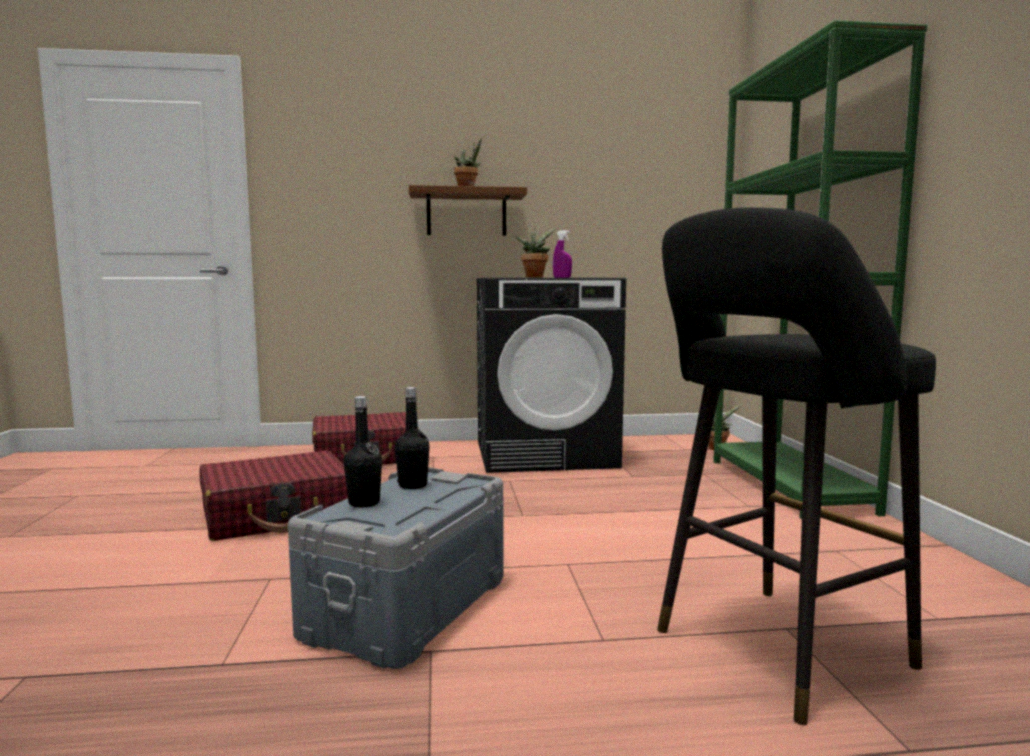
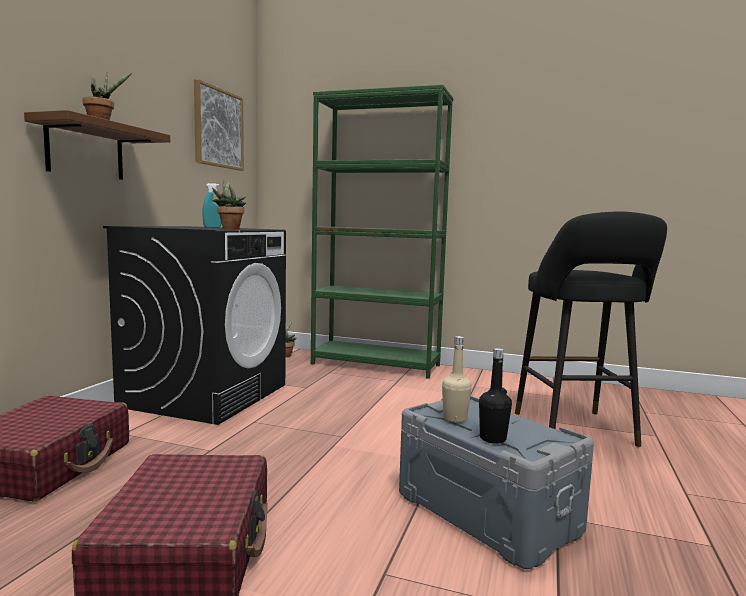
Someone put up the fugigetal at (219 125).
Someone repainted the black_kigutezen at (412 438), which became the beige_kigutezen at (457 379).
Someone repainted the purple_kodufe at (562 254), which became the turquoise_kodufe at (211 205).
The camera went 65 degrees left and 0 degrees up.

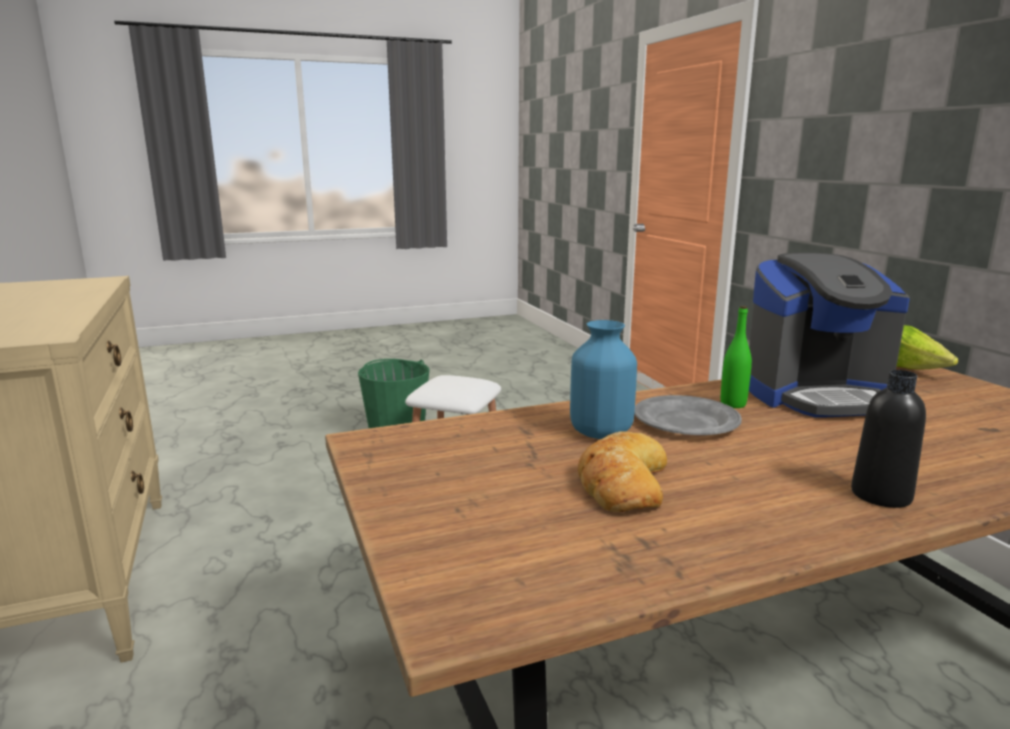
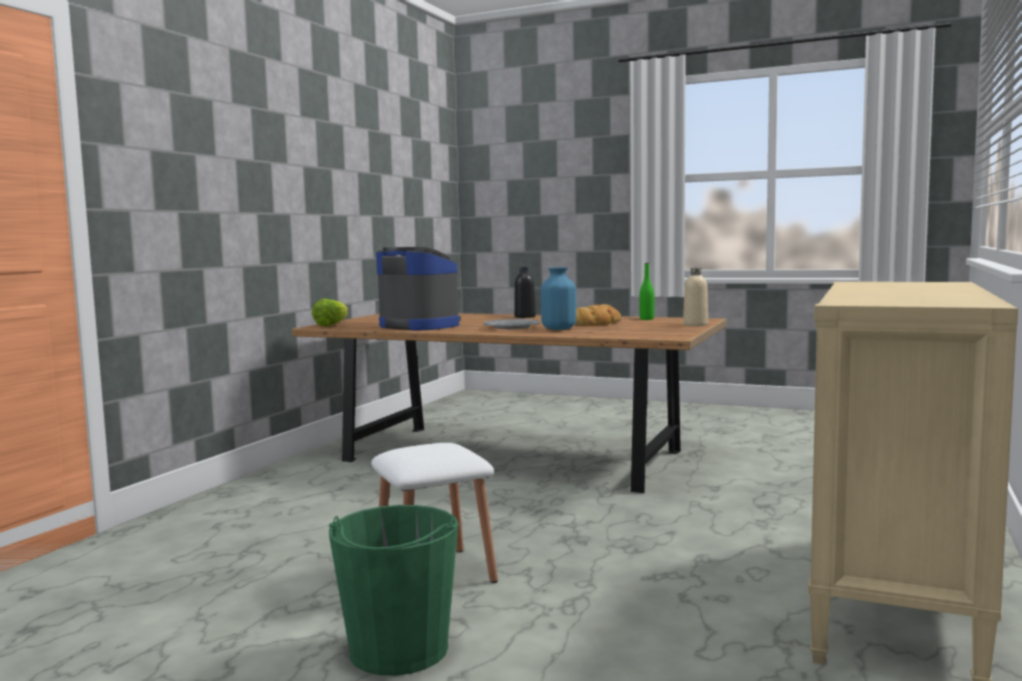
Someone put down the beige_kigutezen at (695 297).
Someone carried the green_kigutezen from (736 357) to (646 291).
The camera went 135 degrees left and 10 degrees down.

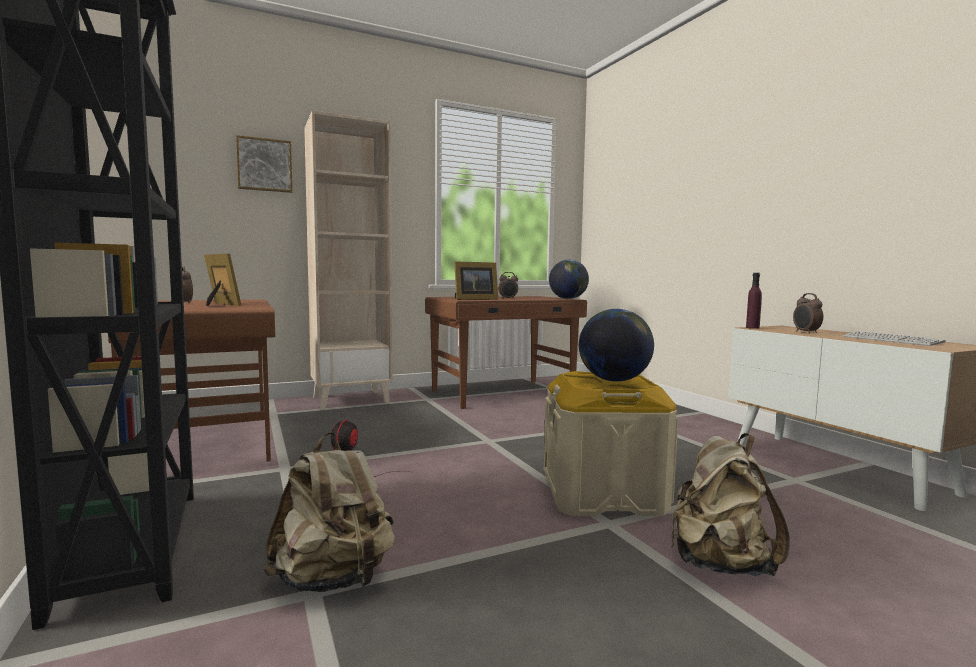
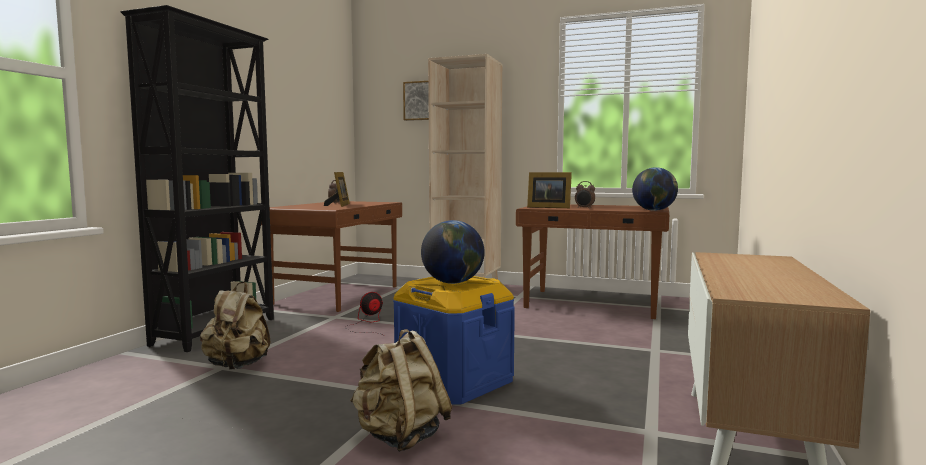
Someone took away the purple_kigutezen at (754 301).
Someone took away the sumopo at (808 313).
Someone took away the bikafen at (894 338).
Someone repainted the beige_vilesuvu at (611 443), which became the blue_vilesuvu at (454 340).
The camera went 45 degrees right and 0 degrees up.

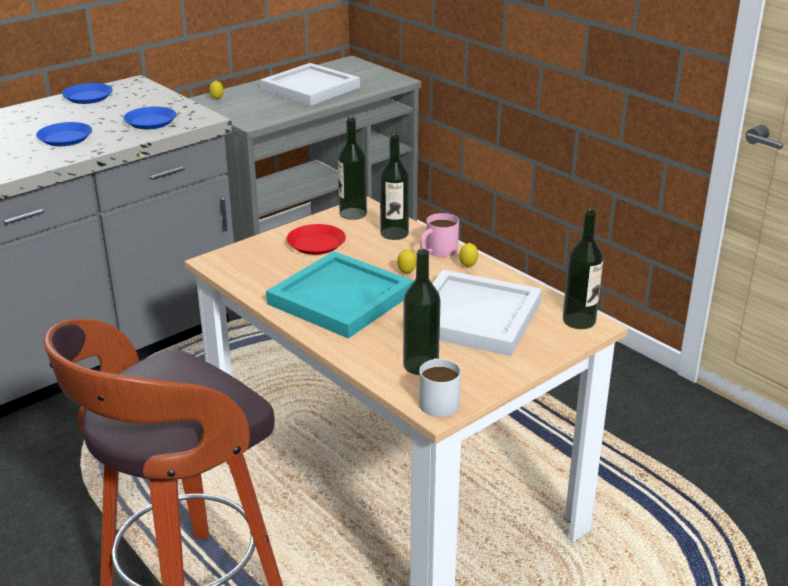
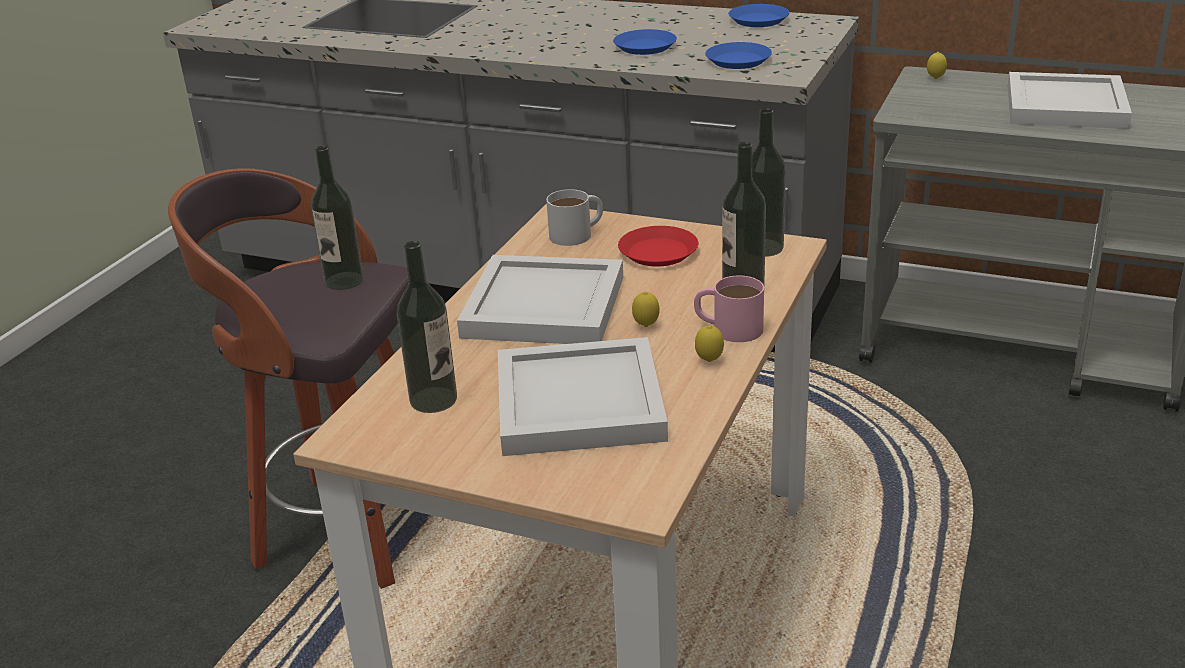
Someone carried the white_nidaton from (440 387) to (574 217).
Someone carried the kigutezen from (583 269) to (337 218).
Someone repainted the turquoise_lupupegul at (340 294), which became the white_lupupegul at (540 299).
The camera went 65 degrees right and 0 degrees up.

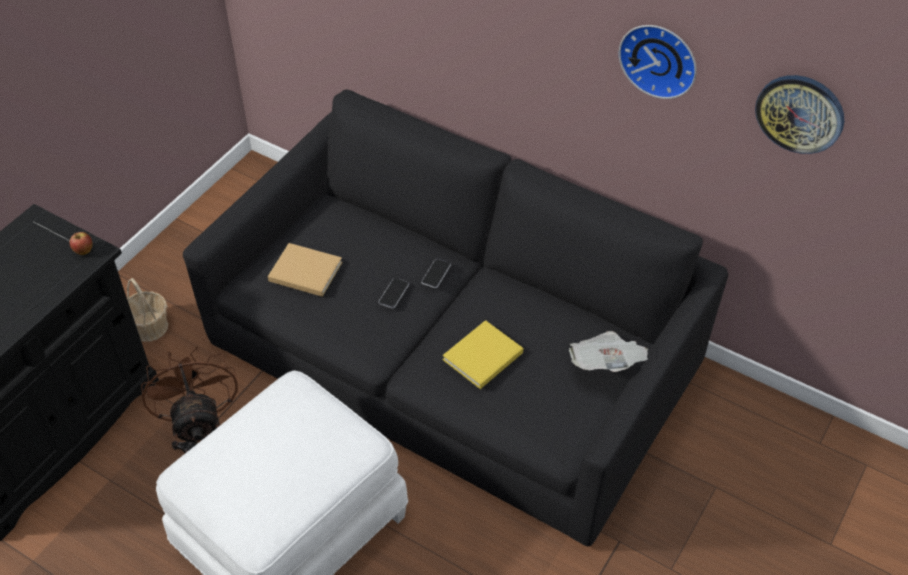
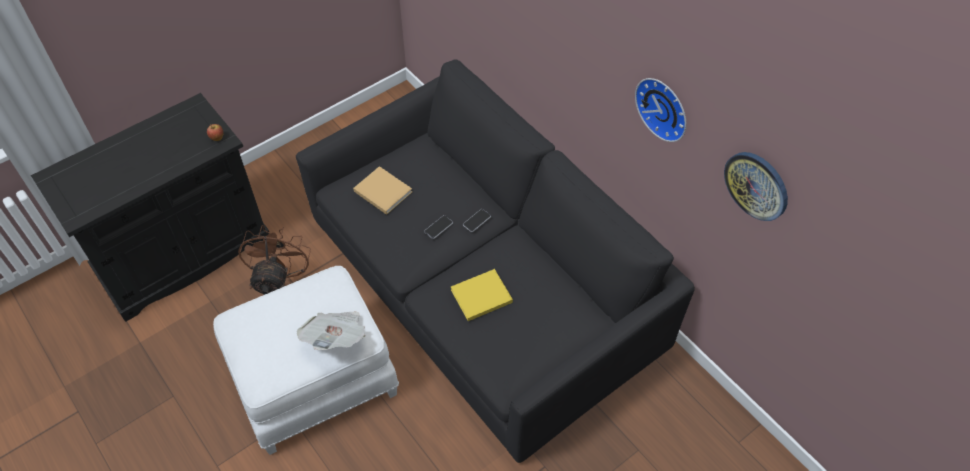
Someone took away the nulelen at (147 309).
Someone carried the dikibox from (608 351) to (331 330).
The camera went 20 degrees right and 5 degrees up.

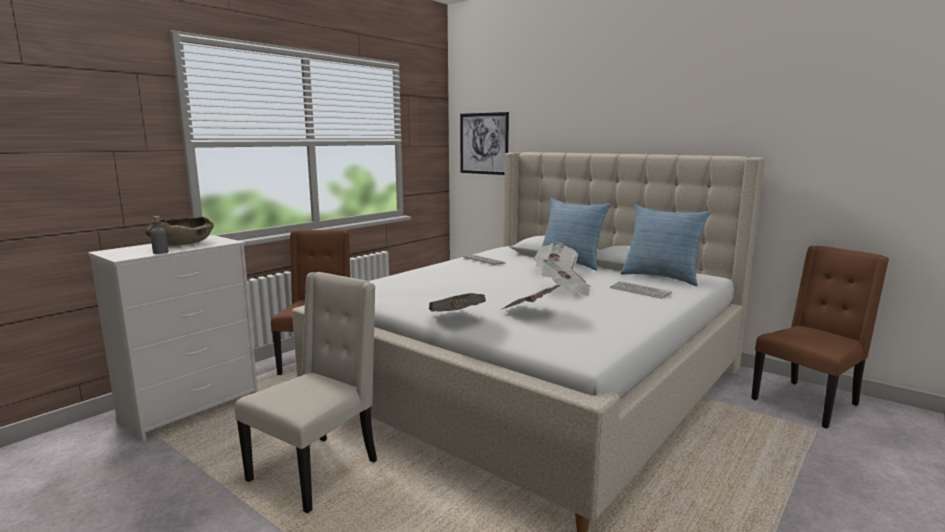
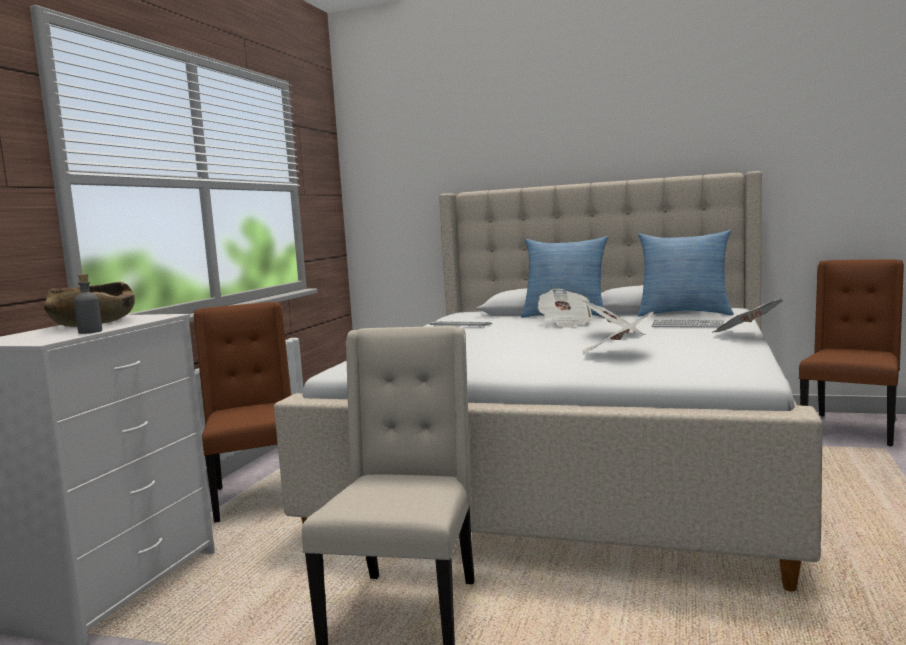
Someone took away the fugigetal at (484 143).
Someone carried the dikibox from (457 302) to (747 315).
The camera went 20 degrees left and 5 degrees down.

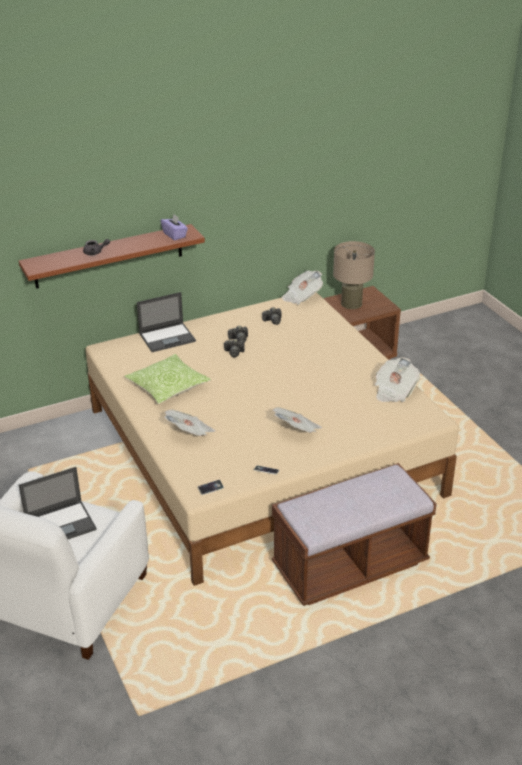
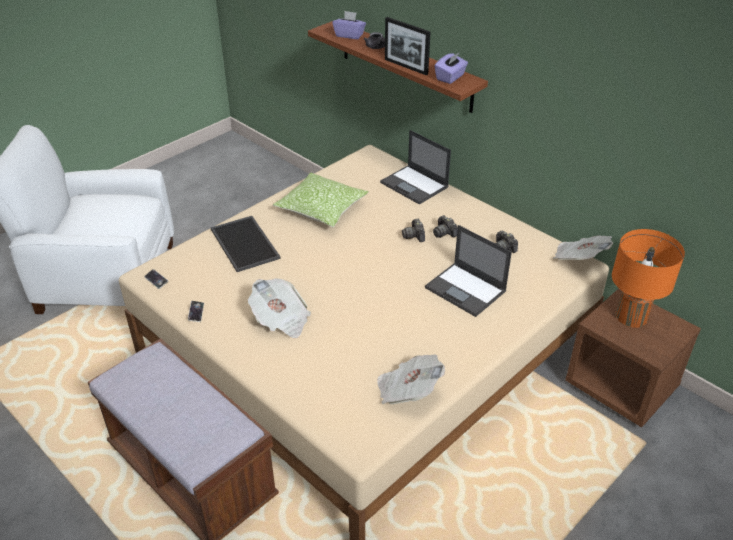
Someone put down the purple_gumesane at (349 25).
Someone put down the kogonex at (408 46).
Someone carried the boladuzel from (58 503) to (468 271).
Someone swapped the dikibox at (189 422) for the lupupegul at (246 244).
Someone repainted the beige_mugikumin at (354 275), which became the orange_mugikumin at (648 278).
The camera went 70 degrees right and 5 degrees up.

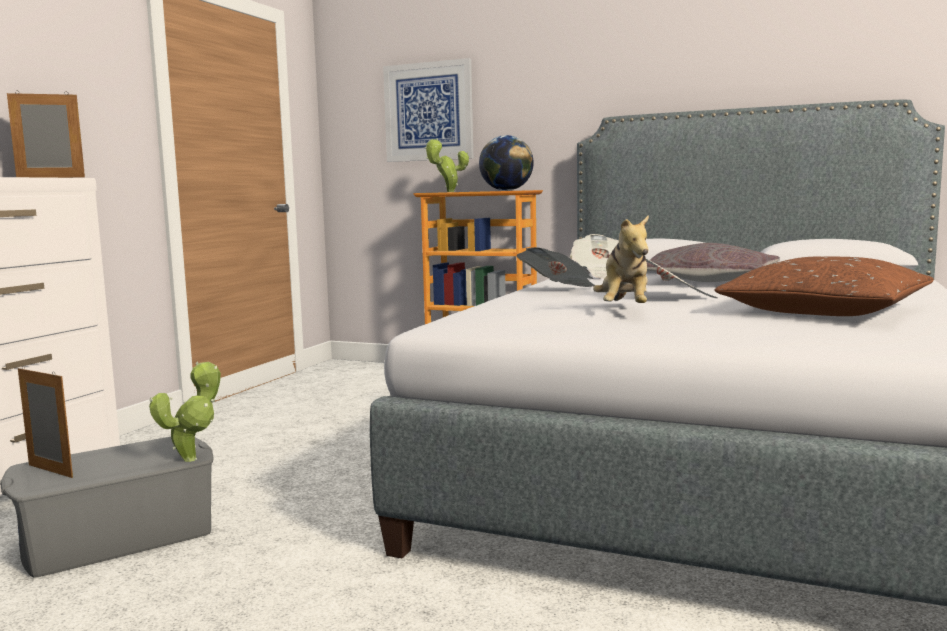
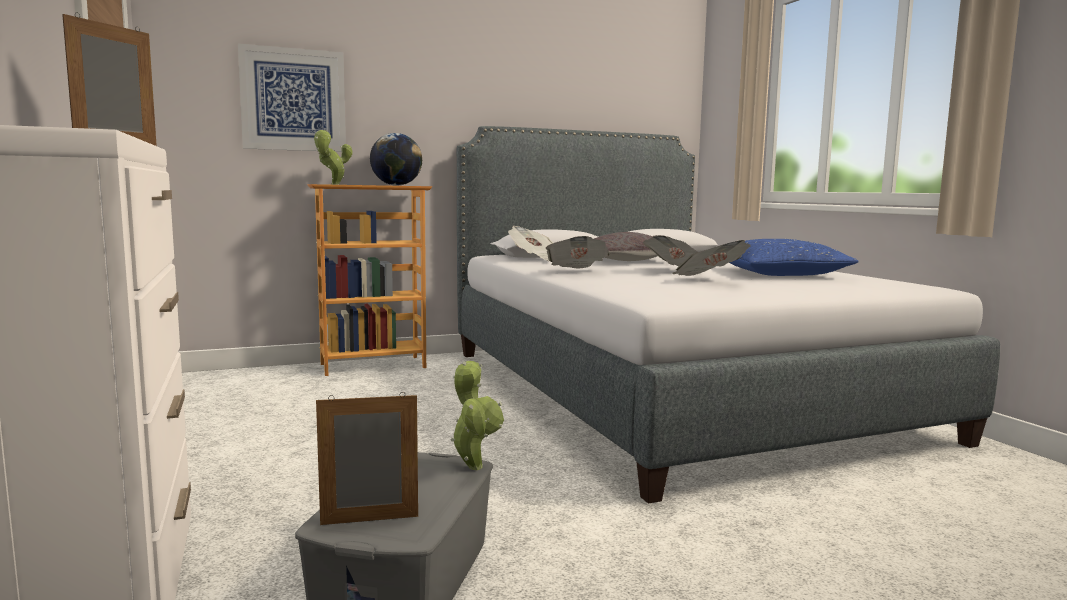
Someone swapped the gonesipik at (621 259) for the dikibox at (711 258).
Someone repainted the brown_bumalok at (824 286), which became the blue_bumalok at (794 257).
The camera went 45 degrees left and 0 degrees up.

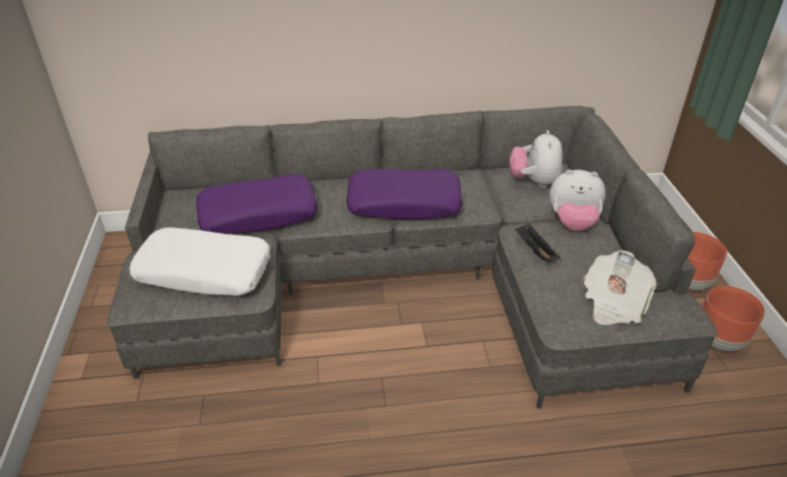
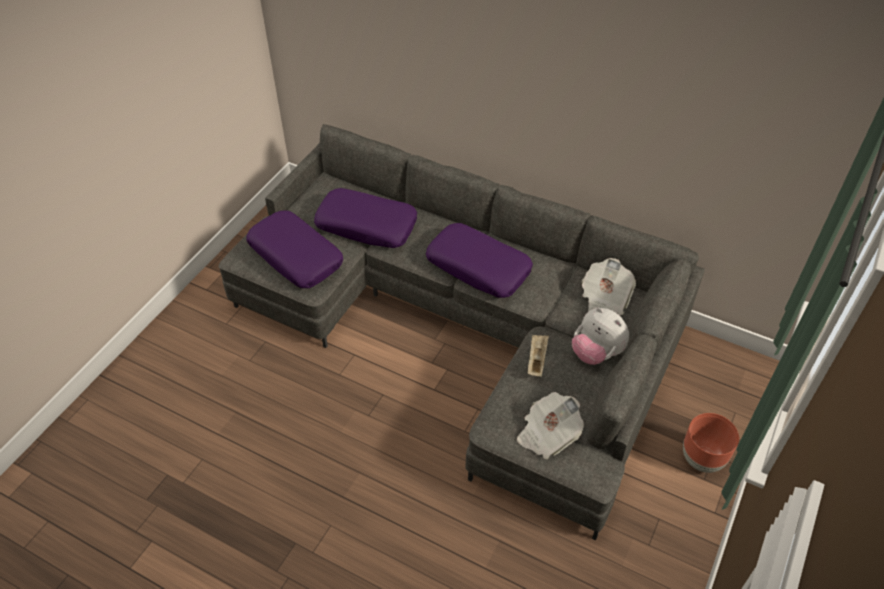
Someone took away the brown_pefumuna at (733 319).
Someone swapped the gonesipik at (536 159) for the dikibox at (608 286).
Someone repainted the white_bumalok at (200 261), which became the purple_bumalok at (294 249).
Someone repainted the black_lupupegul at (537 242), which became the beige_lupupegul at (538 356).
The camera went 35 degrees right and 10 degrees up.

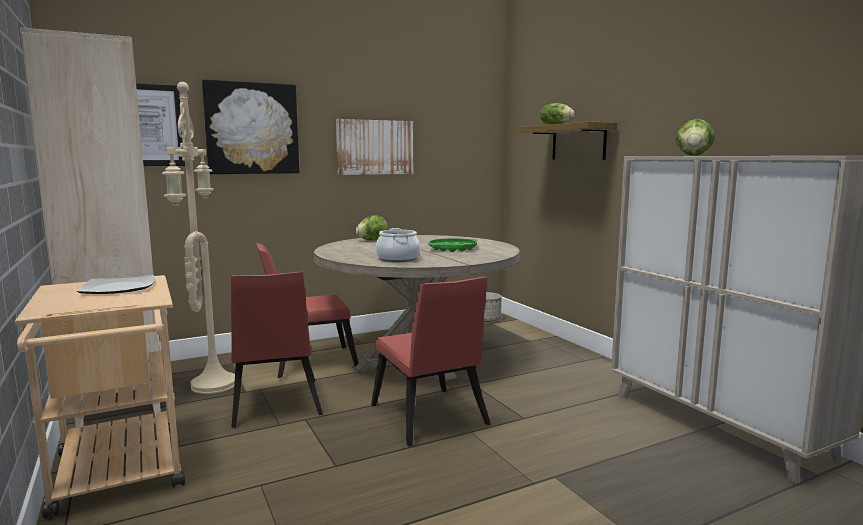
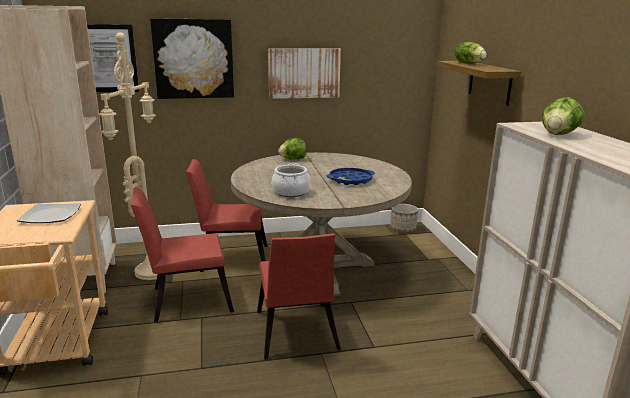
Someone repainted the green_lupupegul at (452 245), which became the blue_lupupegul at (351 176).
Someone rotated the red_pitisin at (277 350) by 75 degrees clockwise.
The camera went 15 degrees right and 10 degrees up.

